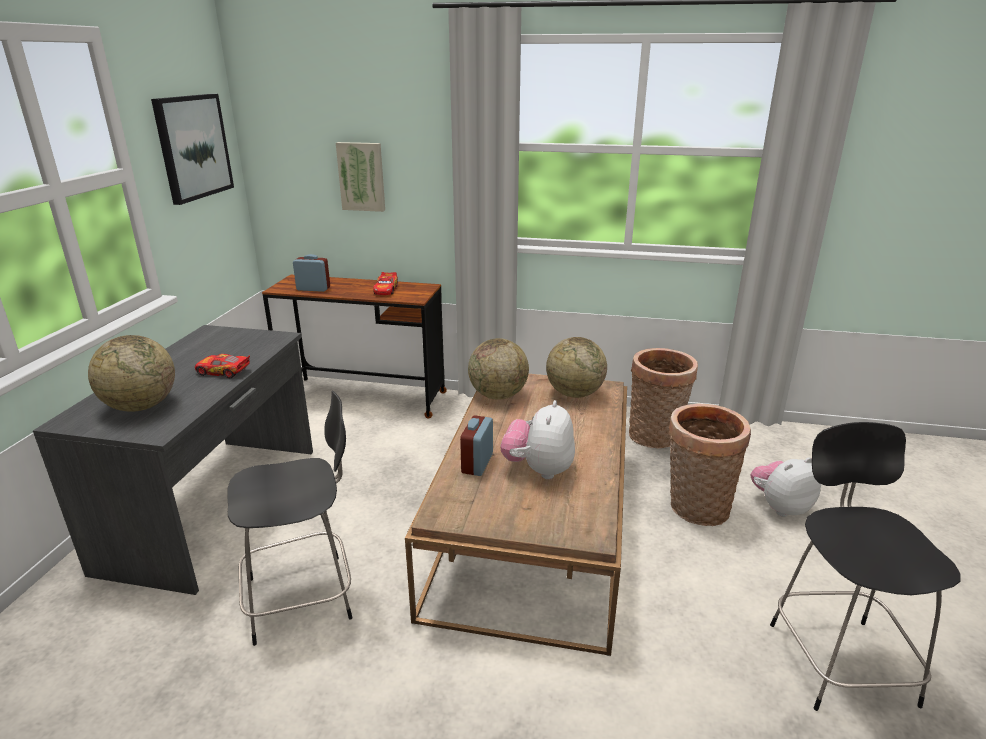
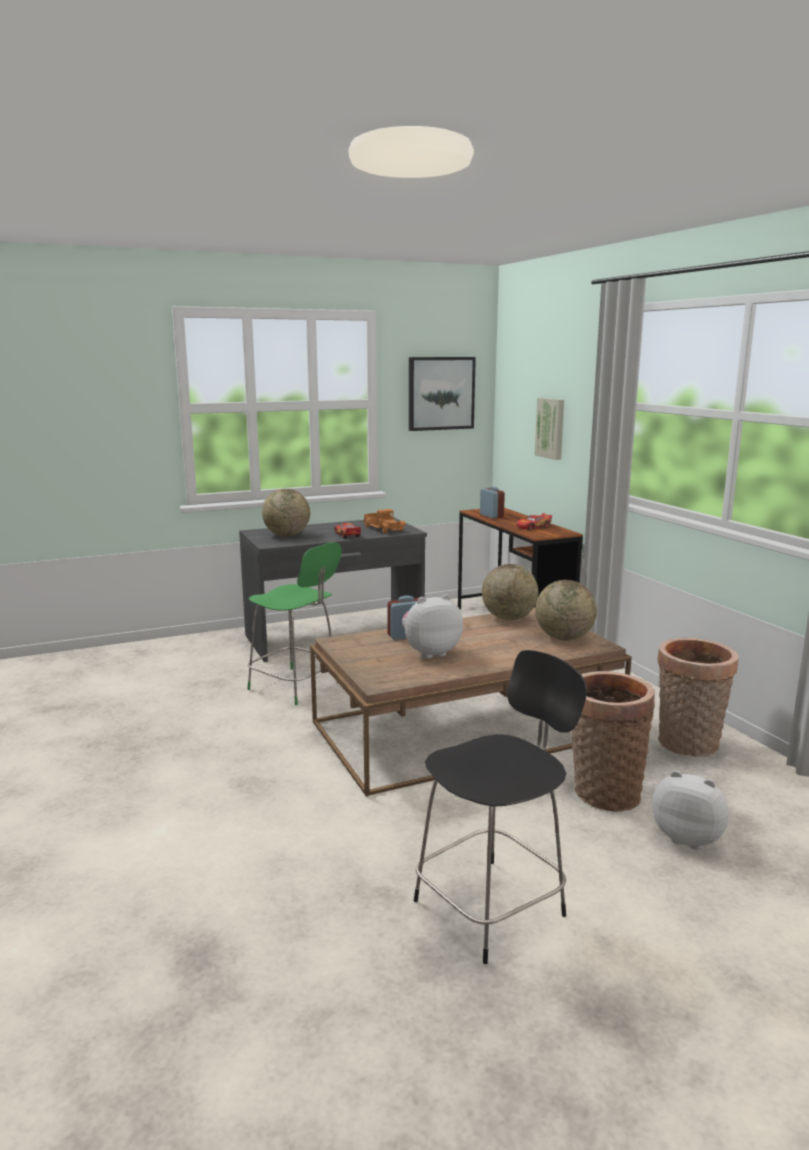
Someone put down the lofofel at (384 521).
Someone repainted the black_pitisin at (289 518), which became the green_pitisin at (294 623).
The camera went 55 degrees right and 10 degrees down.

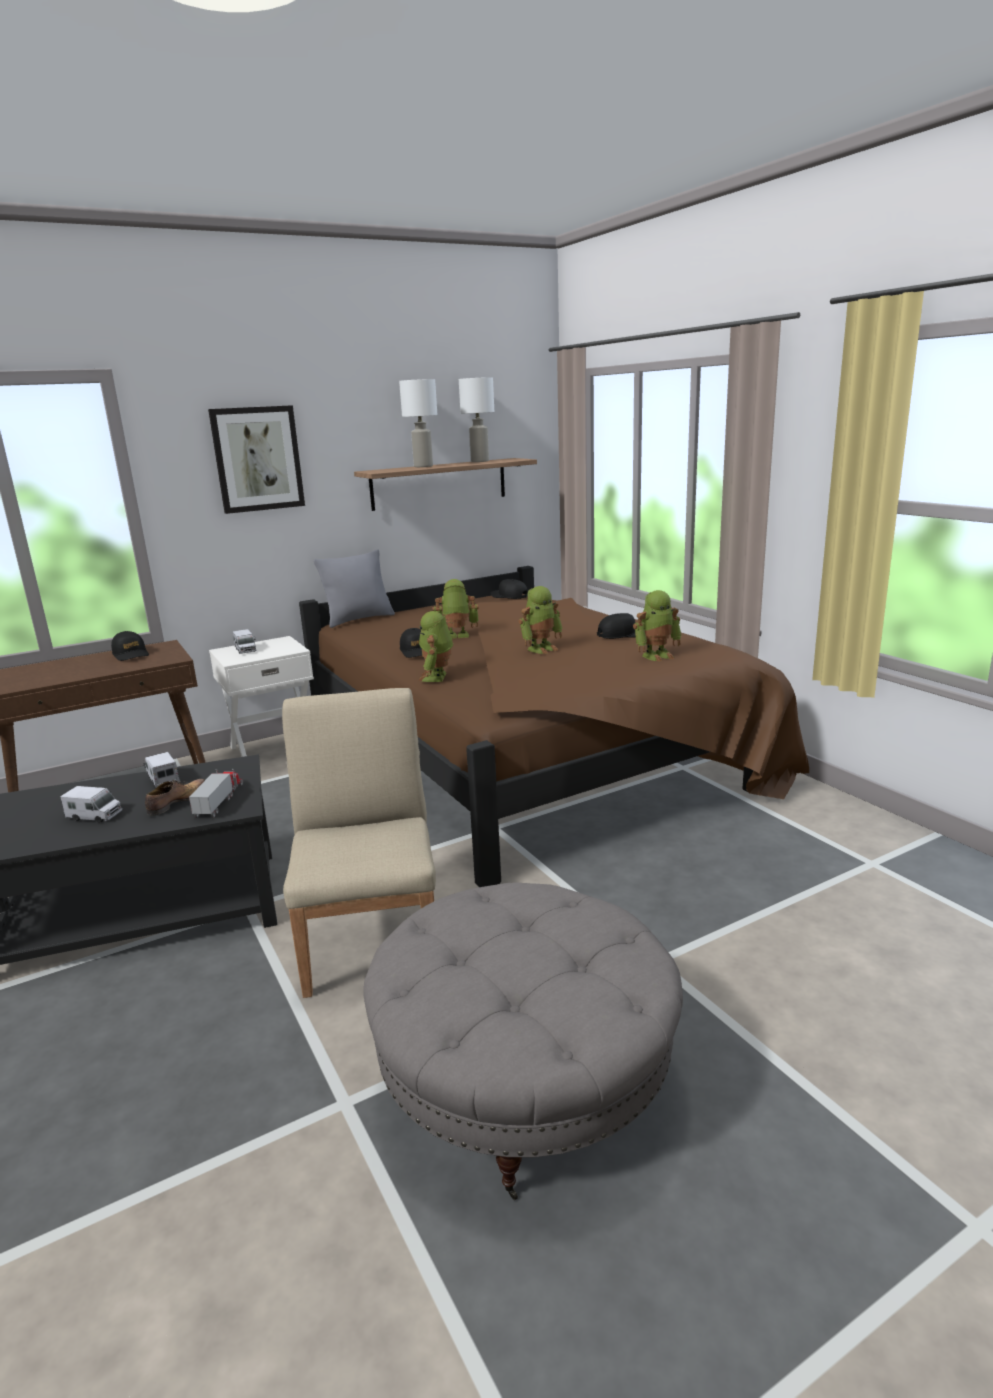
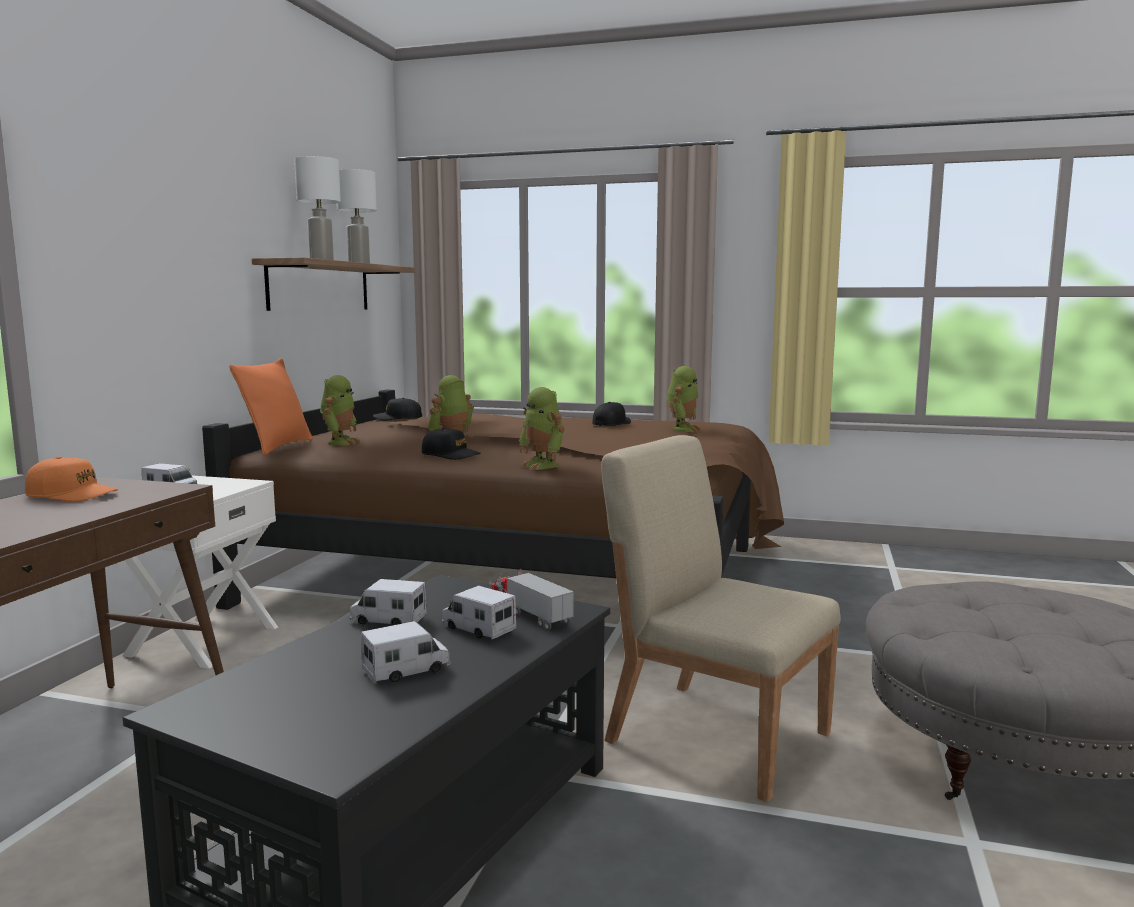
Someone took away the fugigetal at (256 459).
Someone carried the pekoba from (541 620) to (340 410).
Someone swapped the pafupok at (175 797) for the lofofel at (479 612).
Someone repainted the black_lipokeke at (130 646), which became the orange_lipokeke at (71 479).
Someone repainted the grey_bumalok at (354 588), which became the orange_bumalok at (271 407).
The camera went 45 degrees left and 10 degrees down.

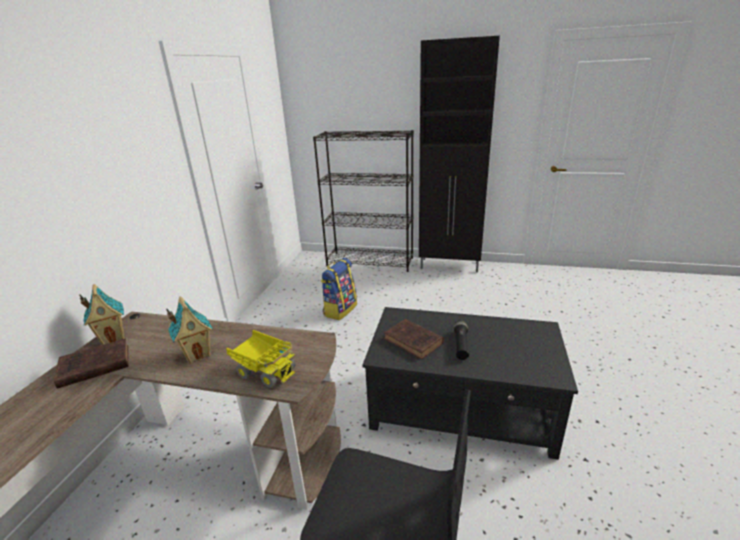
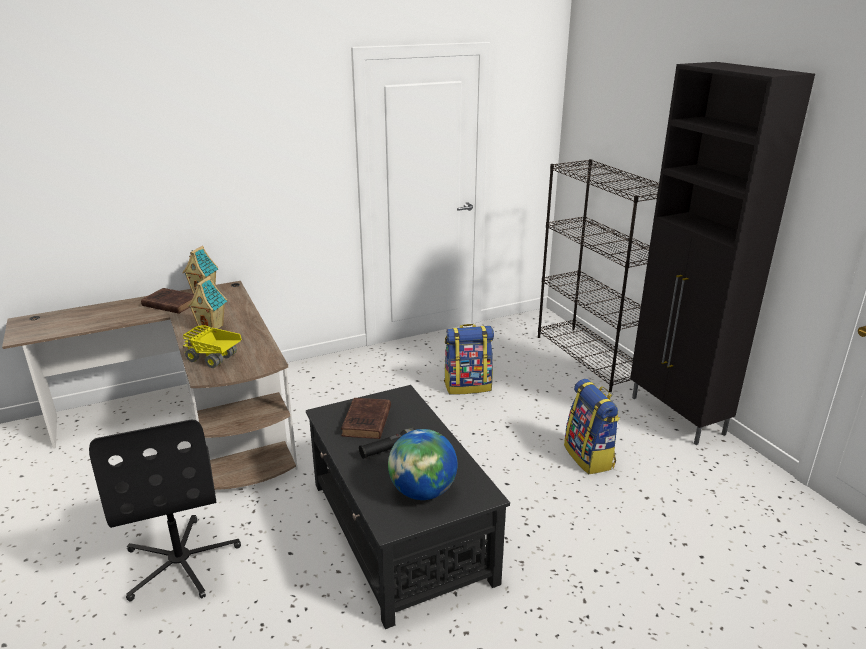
Someone put down the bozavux at (422 464).
Someone put down the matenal at (592 426).
Someone rotated the lofofel at (260 359) by 120 degrees clockwise.
The camera went 50 degrees right and 0 degrees up.

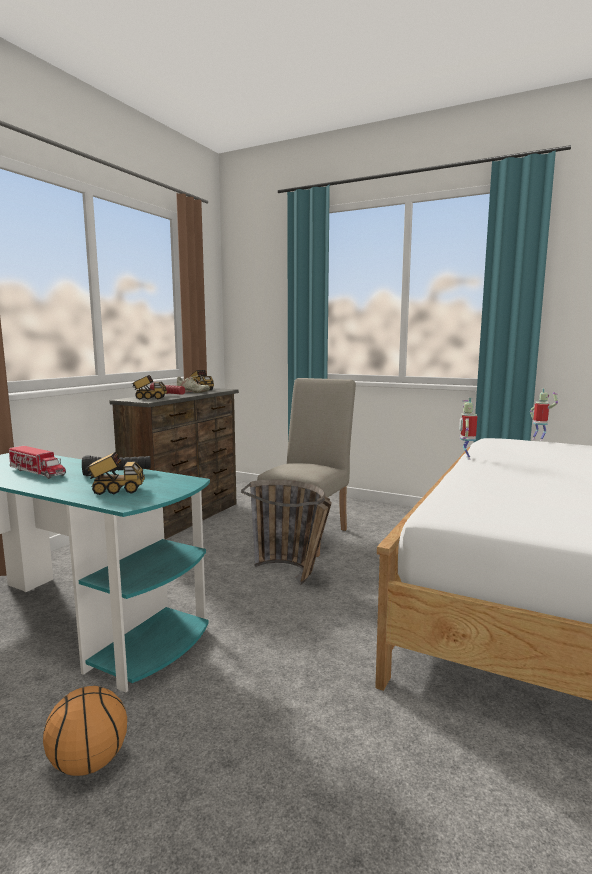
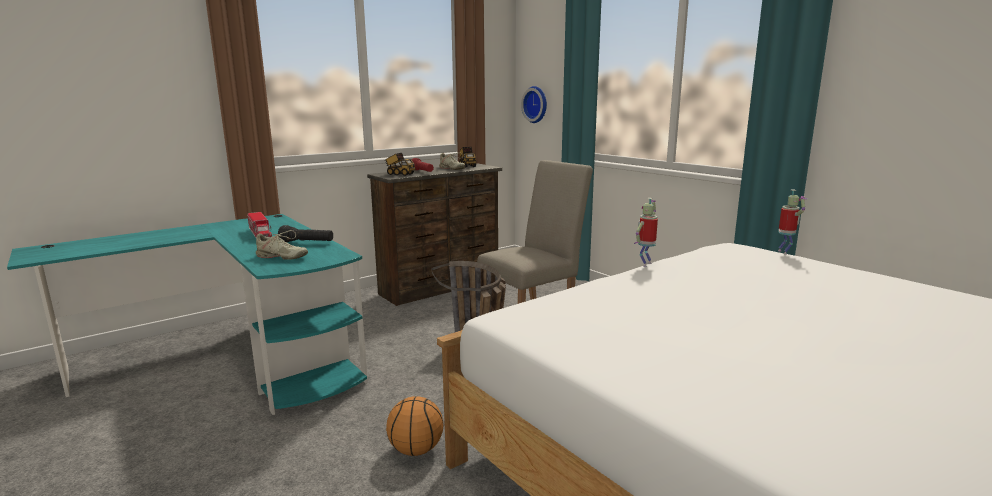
Someone put up the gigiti at (534 104).
Someone carried the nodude from (85 731) to (414 426).
Someone swapped the lofofel at (115 473) for the beige_pafupok at (282 245).
The camera went 25 degrees right and 5 degrees up.

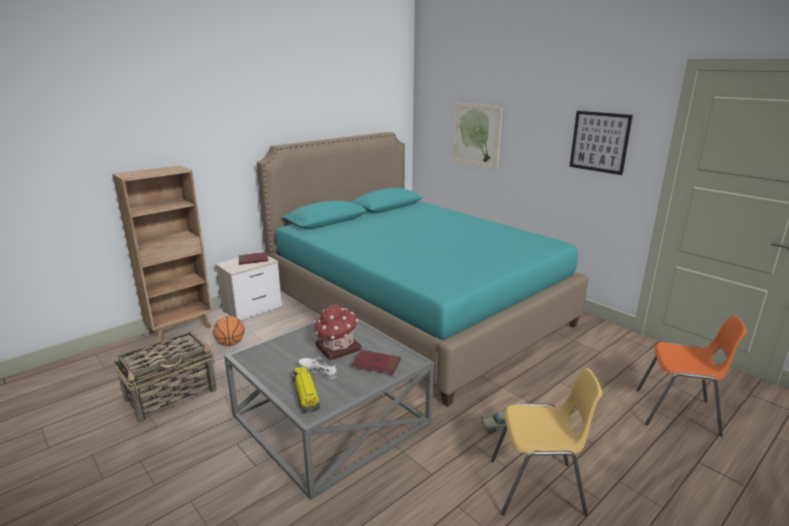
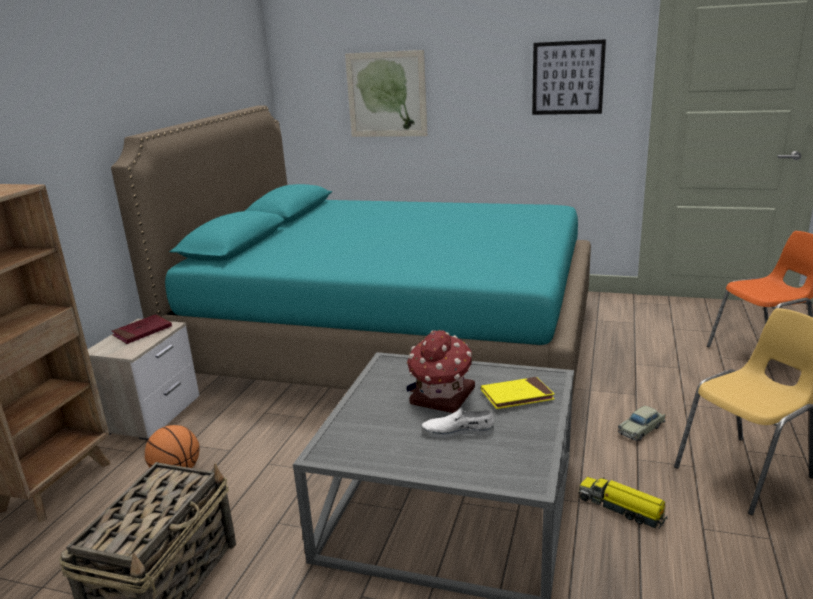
Someone carried the lofofel from (306 390) to (623 502).
Someone repainted the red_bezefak at (376 362), which became the yellow_bezefak at (518 393).
The camera went 30 degrees left and 0 degrees up.

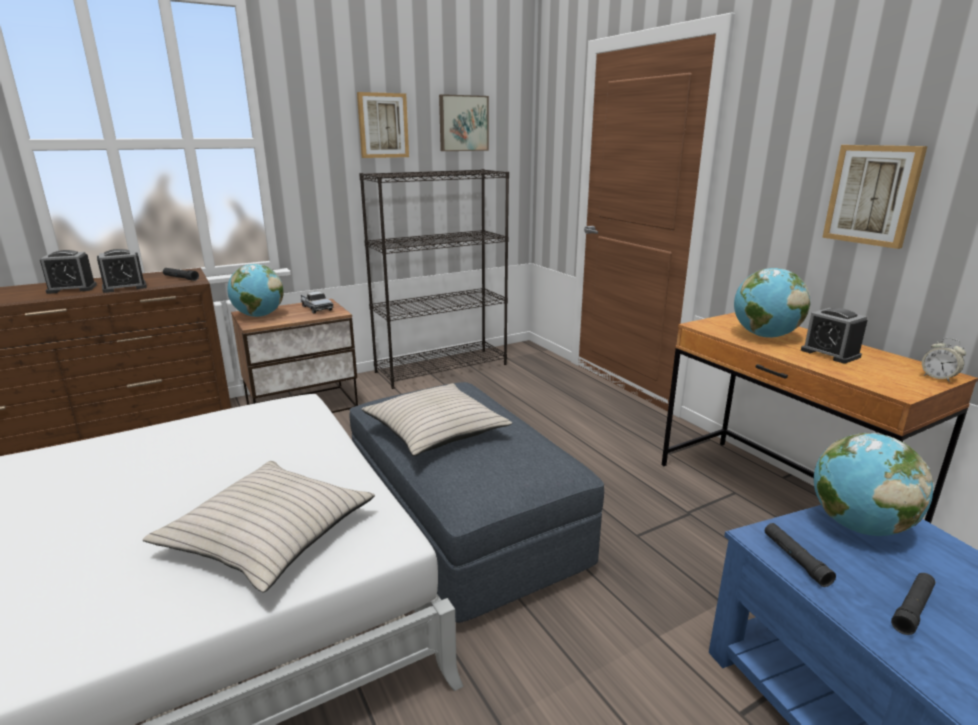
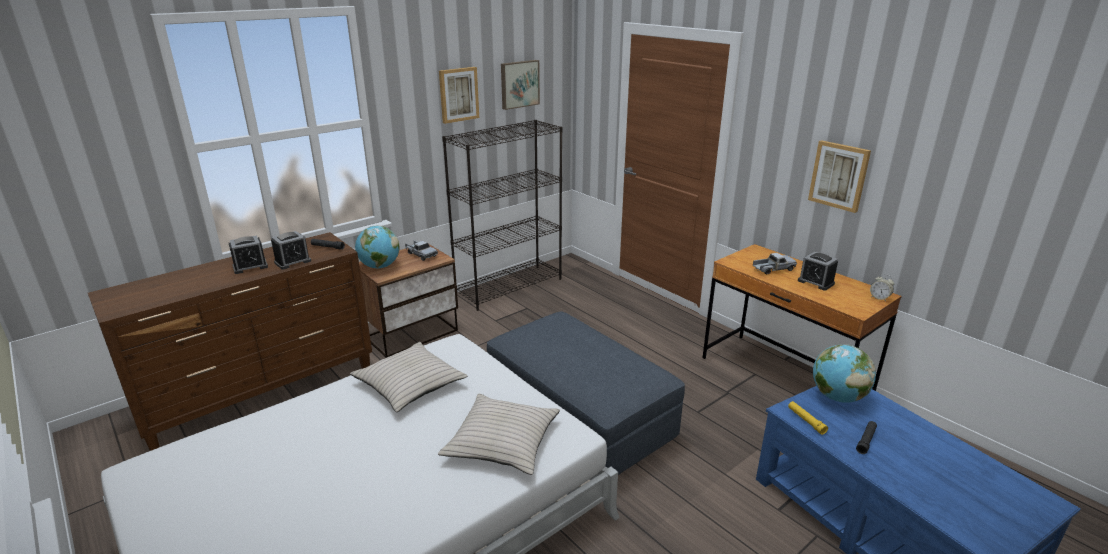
Someone carried the beige_bumalok from (436 419) to (408 377).
Someone swapped the bozavux at (772 303) for the lofofel at (775 263).
Someone repainted the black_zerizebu at (800 555), which became the yellow_zerizebu at (808 418).
The camera went 10 degrees left and 5 degrees up.

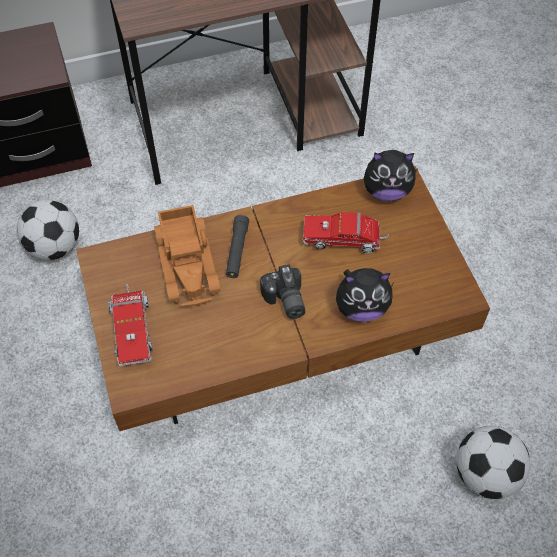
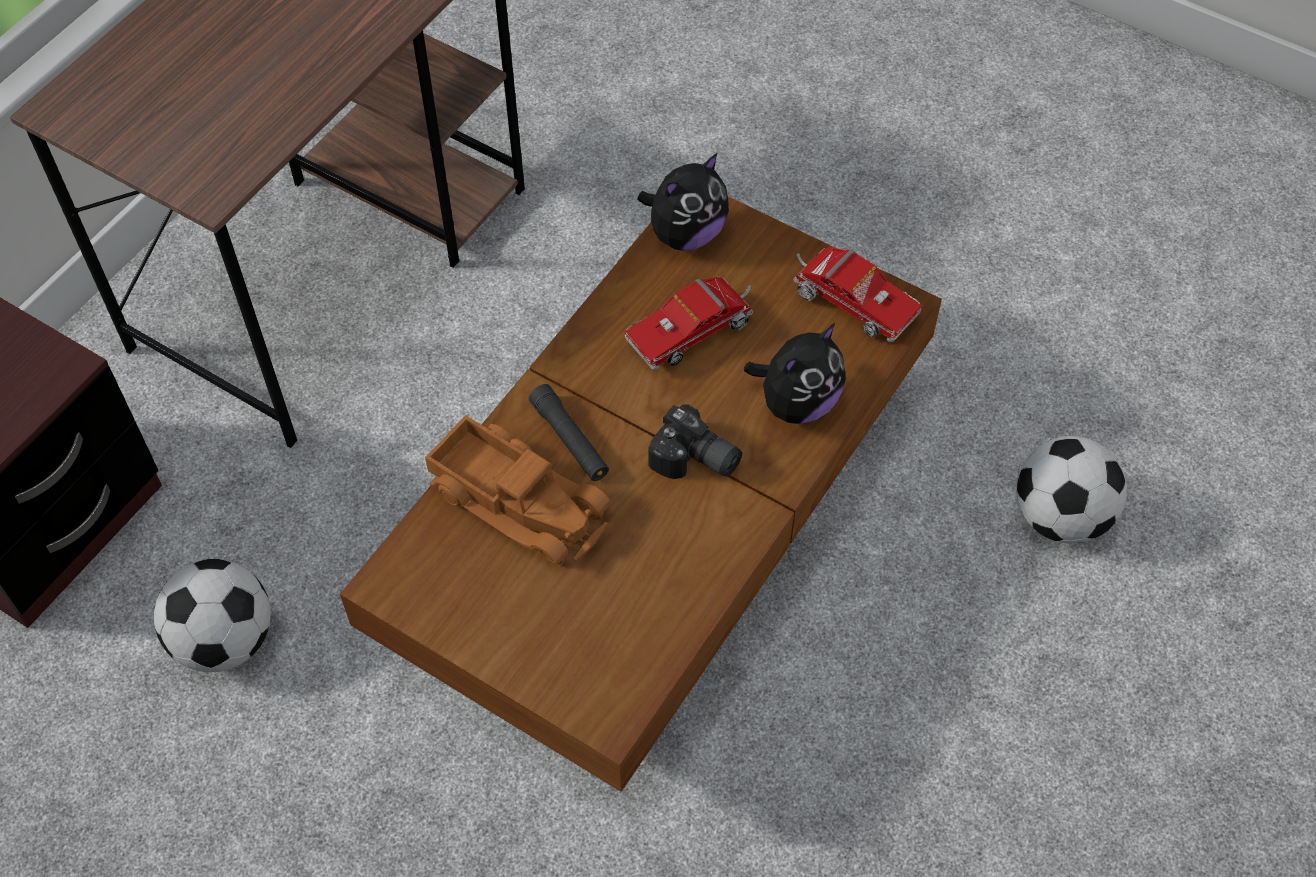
Someone carried the lofofel from (130 325) to (857 294).
The camera went 40 degrees left and 0 degrees up.

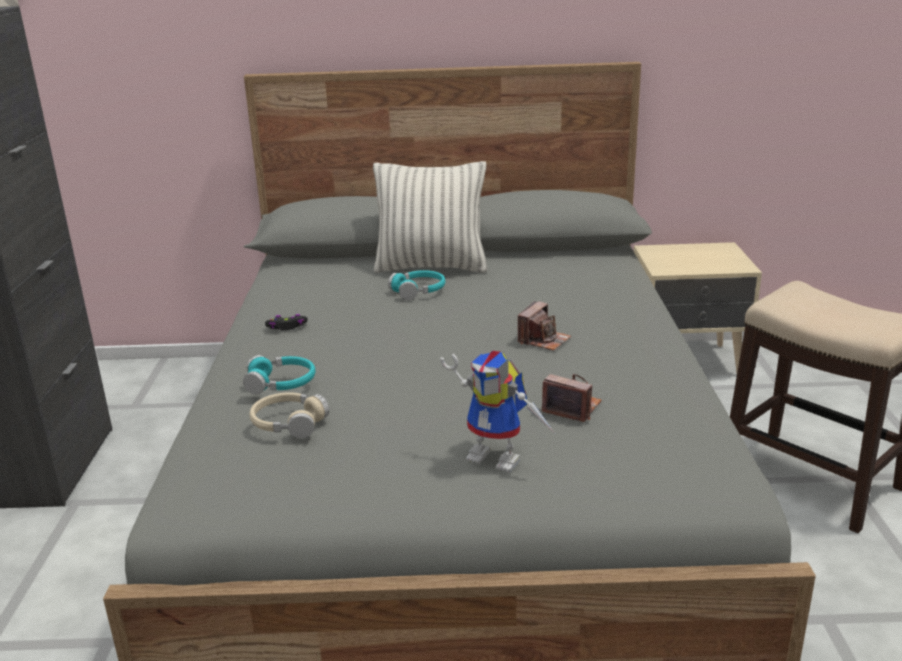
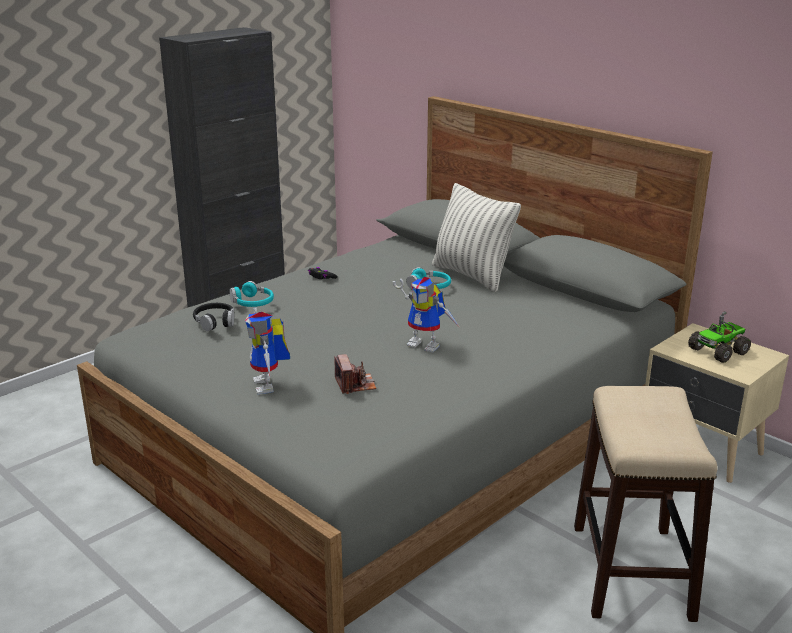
Someone put down the lofofel at (719 337).
Someone swapped the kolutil at (544 326) for the pekoba at (427 315).
Someone repainted the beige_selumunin at (289 415), which became the black_selumunin at (213 317).
The camera went 45 degrees right and 0 degrees up.

